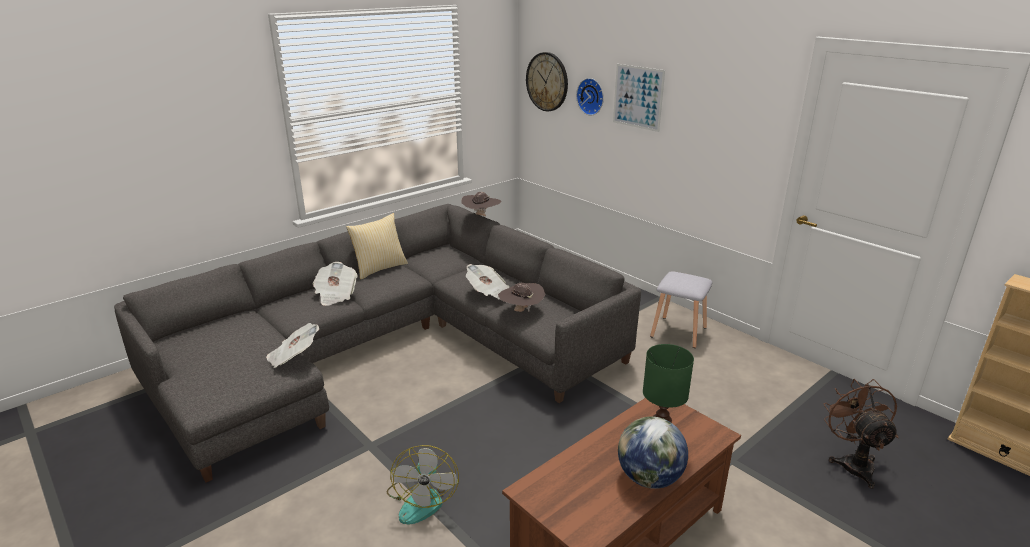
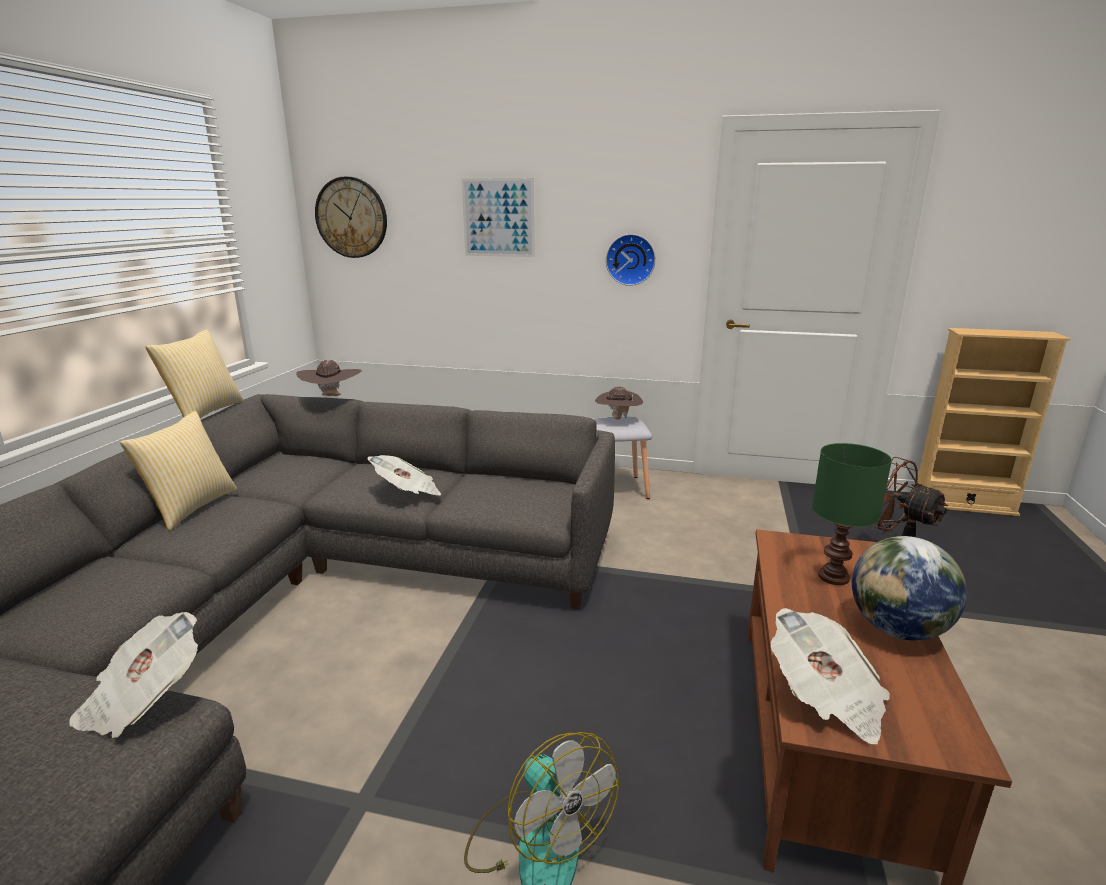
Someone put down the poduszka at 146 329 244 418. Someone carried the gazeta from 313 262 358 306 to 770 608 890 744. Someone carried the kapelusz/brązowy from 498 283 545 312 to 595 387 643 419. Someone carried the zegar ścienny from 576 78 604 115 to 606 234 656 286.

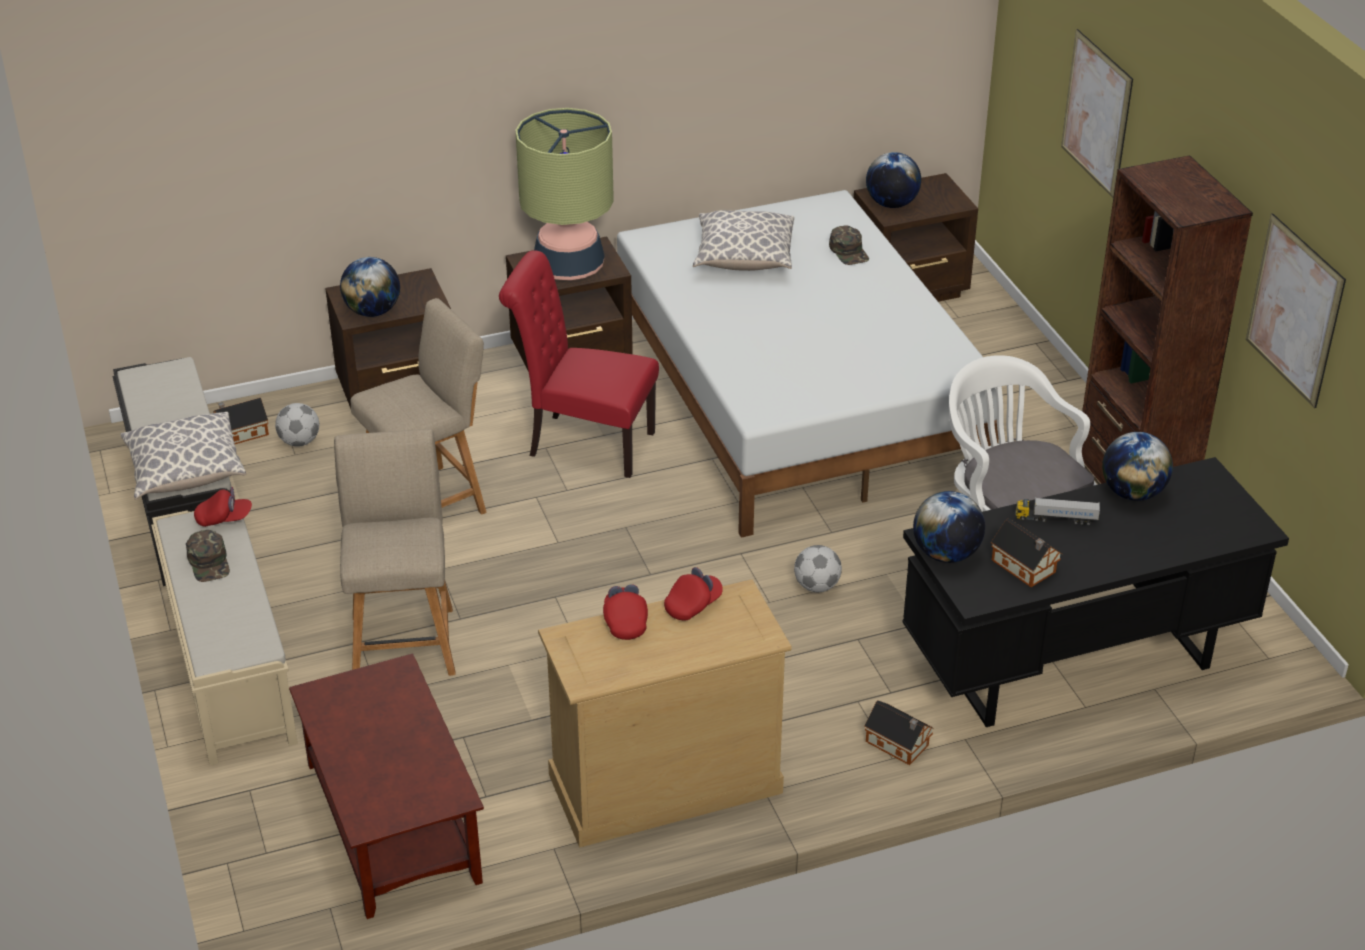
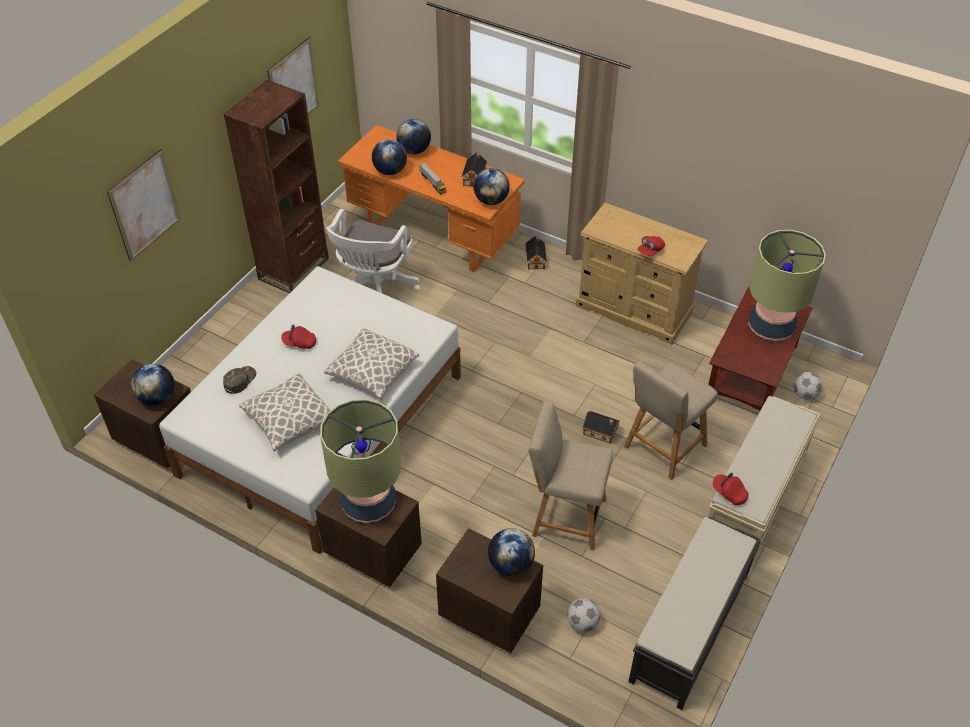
Someone took away the czapka z daszkiem/zielony at 186 530 230 582. Someone took away the krzesło/czerwony at 499 250 659 478. Someone put down the globus at 396 119 431 154. Someone put down the lampa stołowa at 748 230 826 341. Someone carried the poduszka from 121 412 246 500 to 324 328 419 400. Someone carried the domek from 213 398 269 444 to 583 411 620 444. Someone carried the czapka z daszkiem/czerwony from 664 567 723 621 to 281 324 316 349. Someone carried the piłka futbolowa from 794 545 842 592 to 794 372 823 400. Someone repainted the biurko/czarny at 903 457 1289 727, which became the biurko/pomarańczowy at 338 125 525 272.

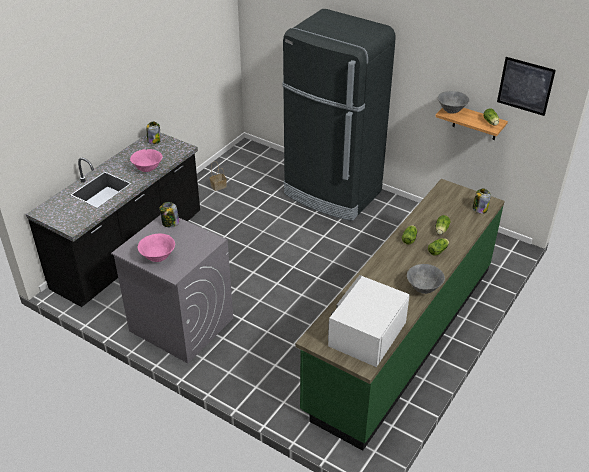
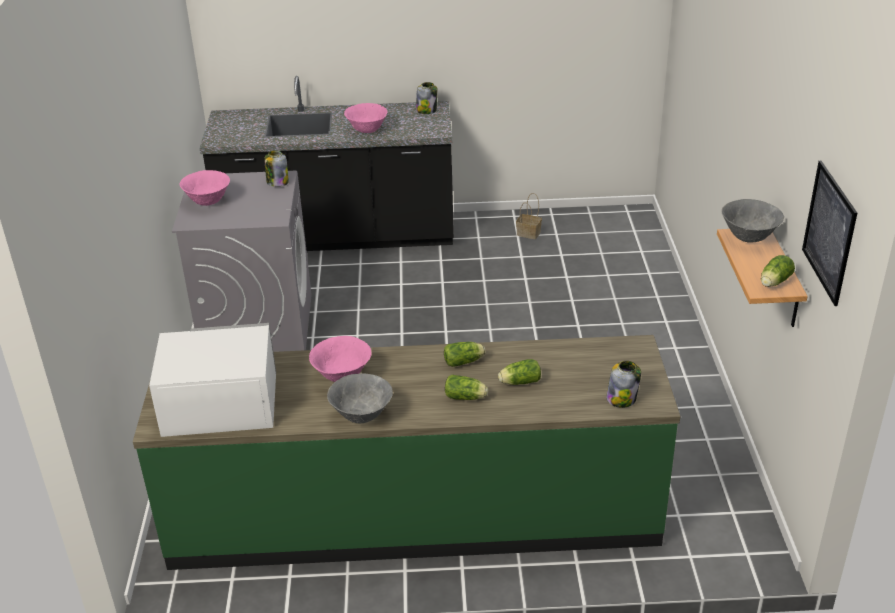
Someone took away the lodówka/czarny at 282 9 396 221. Someone put down the miska/różowy at 309 336 372 382.

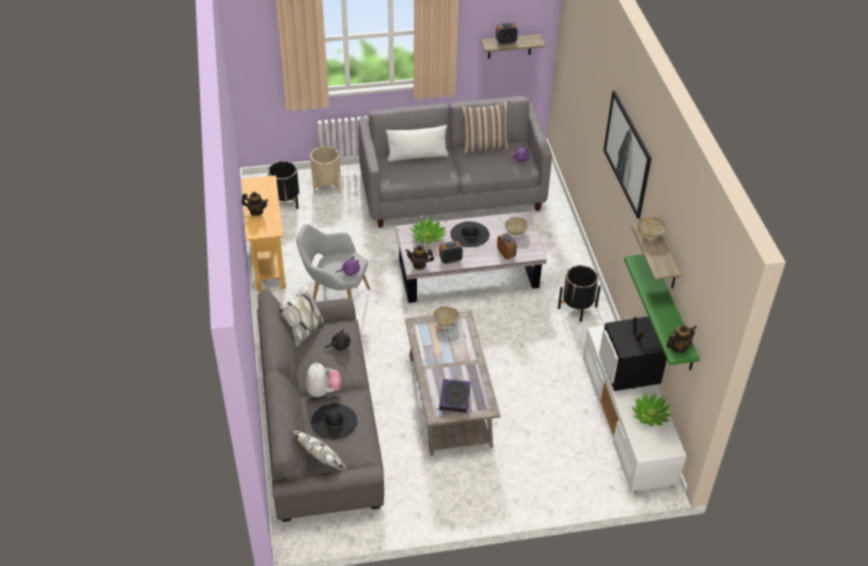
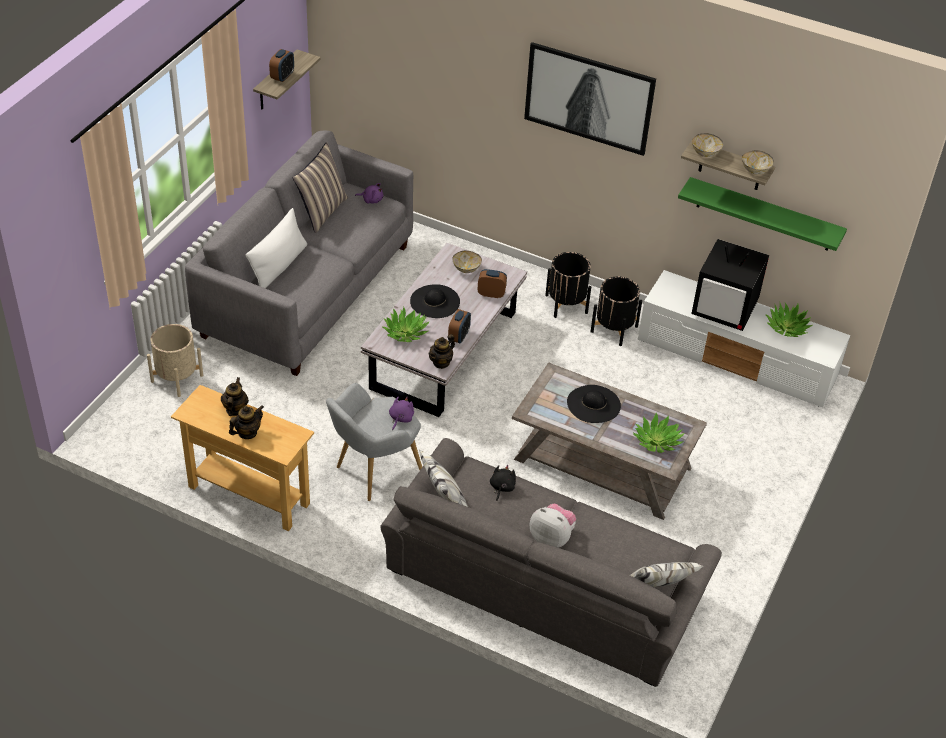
Someone carried the donica/czarny from 268 161 299 209 to 590 277 642 346. Someone carried the kapelusz/czarny from 311 403 357 440 to 567 385 621 423. Someone carried the miska from 434 307 459 327 to 742 150 774 175. Someone carried the imbryk from 666 325 696 353 to 221 377 249 416. Someone swapped the książka at 439 379 470 413 for the roślina doniczkowa at 633 413 685 453.

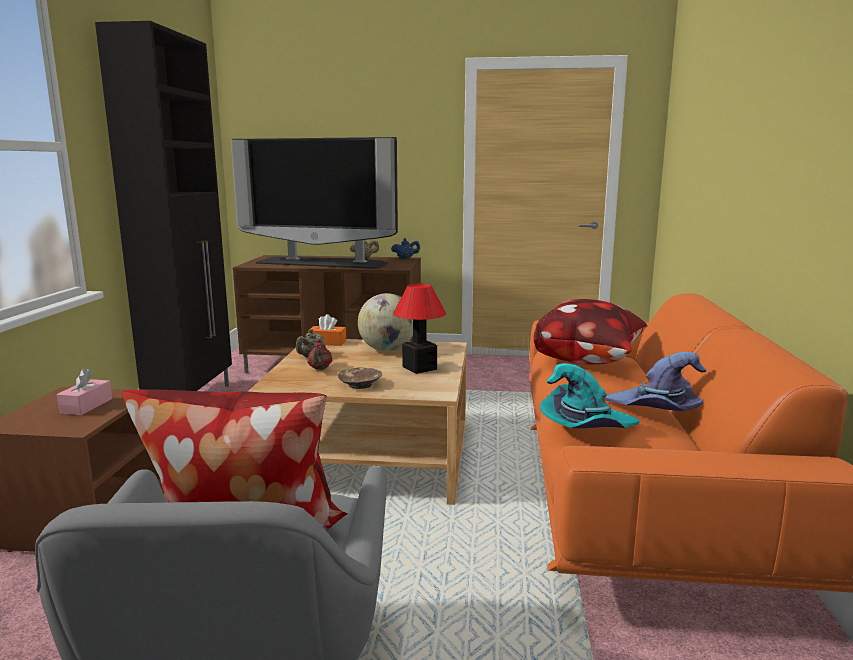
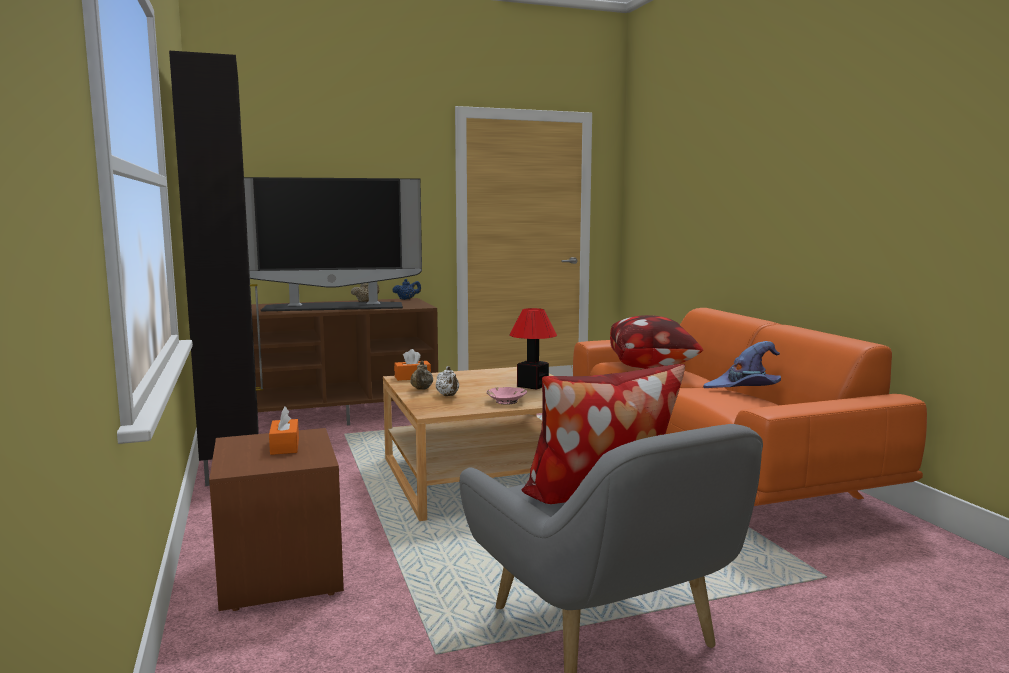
Someone took away the globus at 358 293 413 352. Someone took away the kapelusz/turkusowy at 540 363 639 428. Someone repainted the pudełko chusteczek/różowy at 57 369 112 415, which became the pudełko chusteczek/pomarańczowy at 269 406 299 455. Someone repainted the imbryk/czerwony at 308 339 332 370, which became the imbryk/biały at 436 366 459 396. Someone repainted the miska/brązowy at 338 367 382 389, which became the miska/różowy at 487 387 527 404.

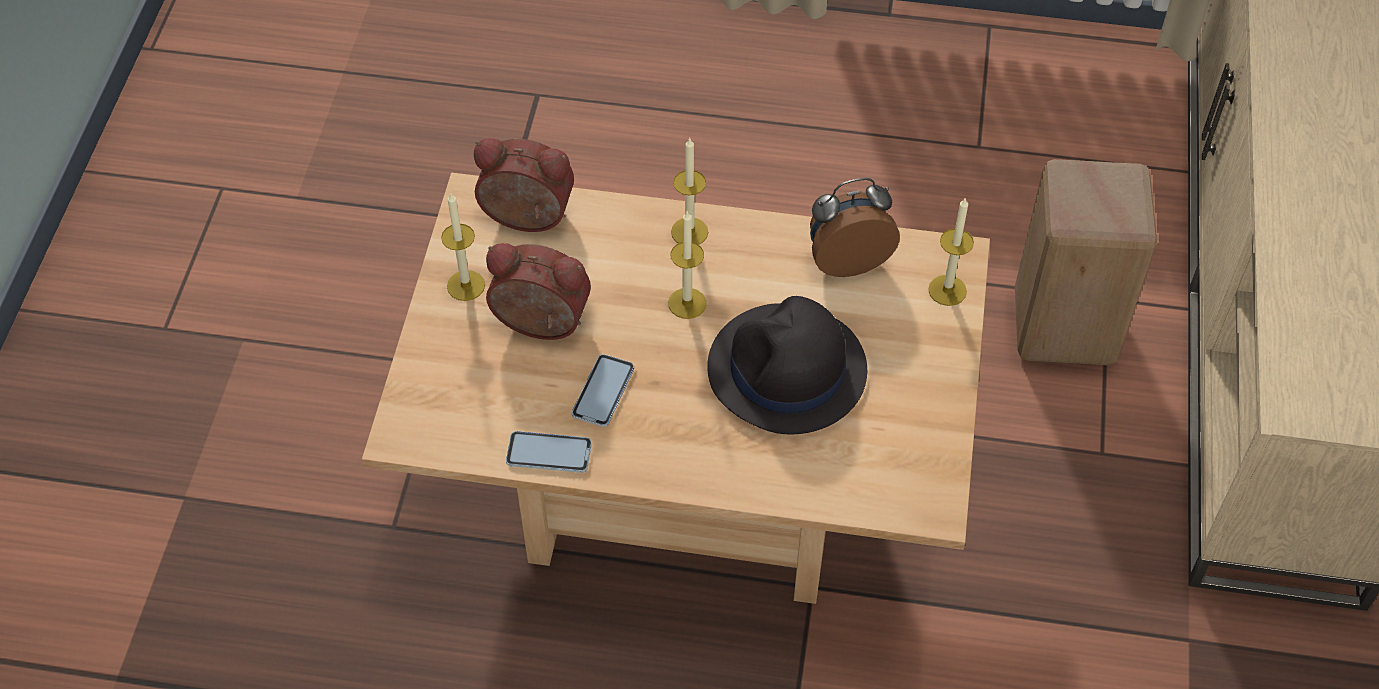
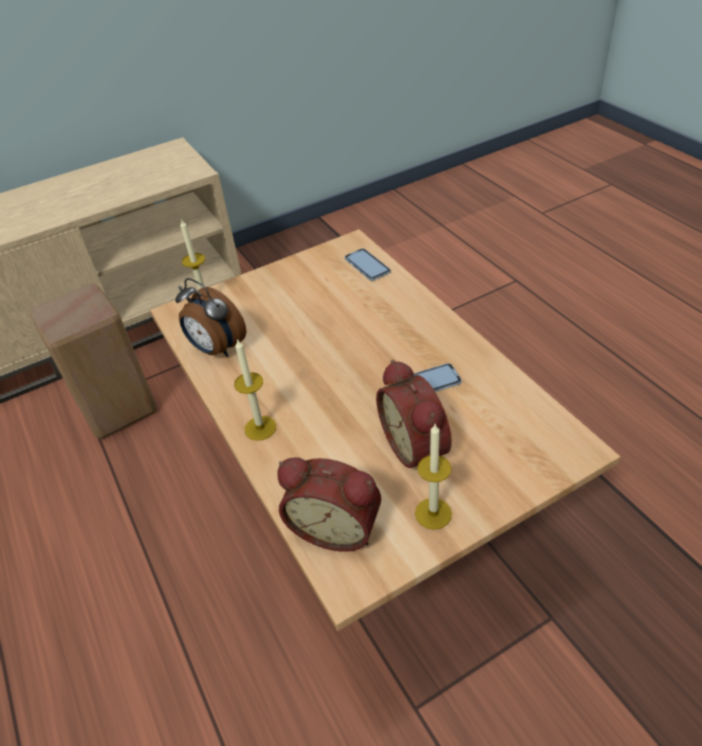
Someone took away the świeca at 668 212 706 319. Someone took away the kapelusz/czarny at 707 296 867 435. Someone carried the telefon from 506 431 592 473 to 345 248 391 281. Someone rotated the budzik at 474 138 574 232 by 45 degrees counterclockwise.

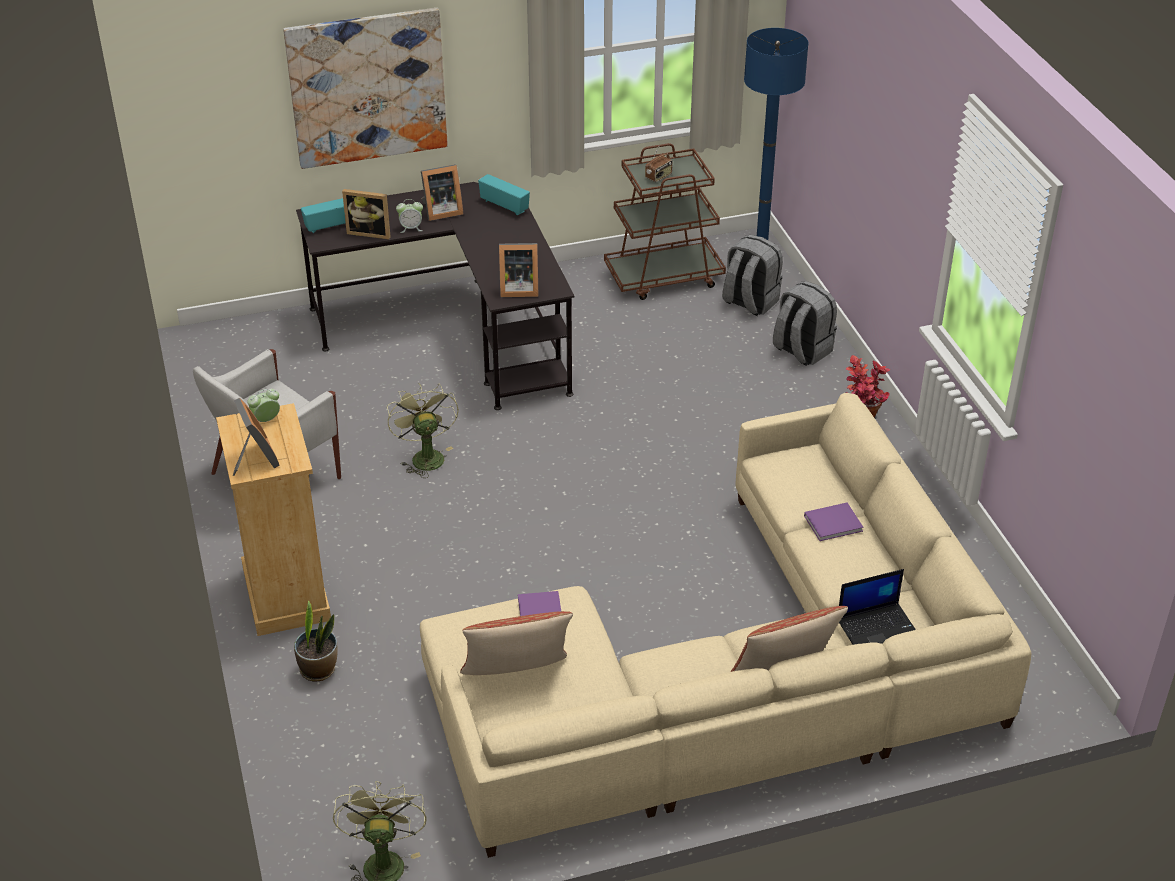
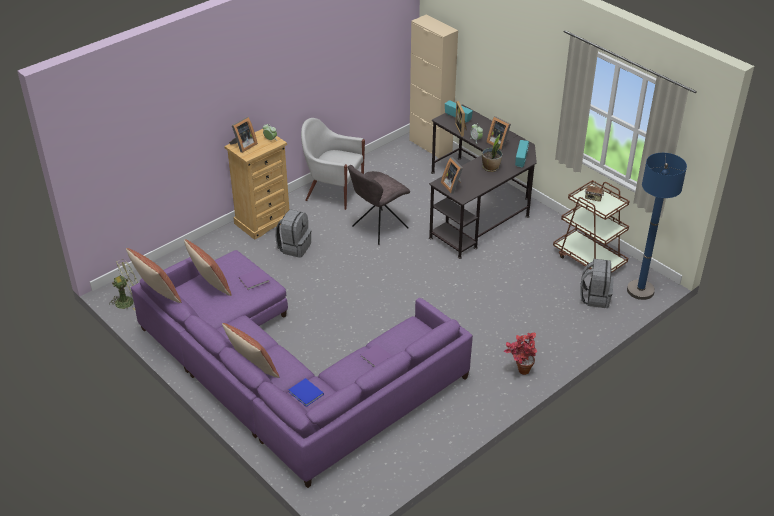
Someone took away the obraz at 283 8 448 169. Someone put down the poduszka at 126 248 182 303. Someone put down the szafka/beżowy at 409 14 458 158. Someone carried the roślina doniczkowa from 294 600 338 681 to 482 134 502 172. Someone carried the plecak/szary from 773 281 837 366 to 275 210 311 258. Someone swapped the wentylator/zielony at 387 383 459 478 for the krzesło/szary at 348 165 410 245. Someone swapped the laptop at 839 569 916 645 for the książka/niebieski at 288 378 324 407. Someone repainted the kanapa/beżowy at 420 393 1031 858, which became the kanapa/fioletowy at 131 250 473 488.

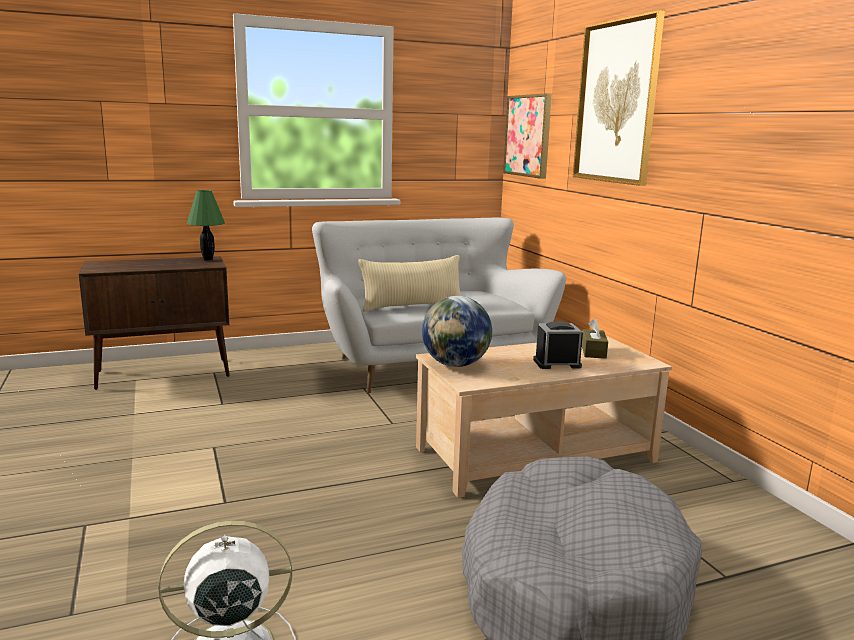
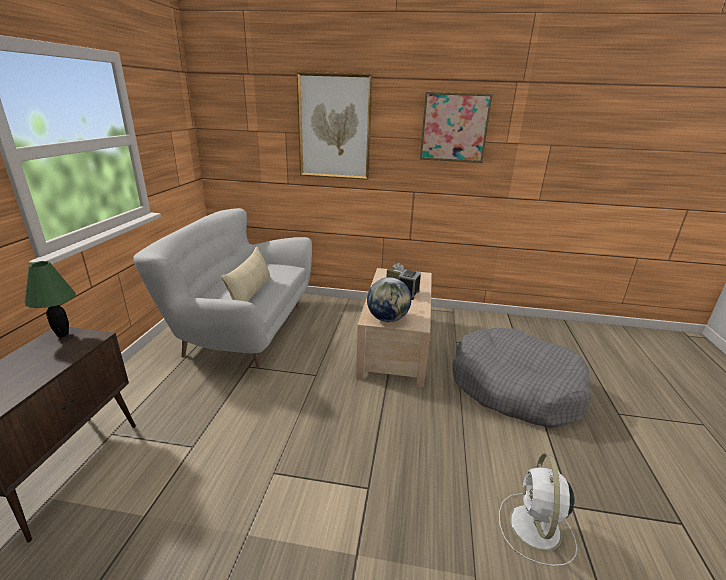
Someone carried the obraz from 503 93 552 179 to 420 92 493 163.

